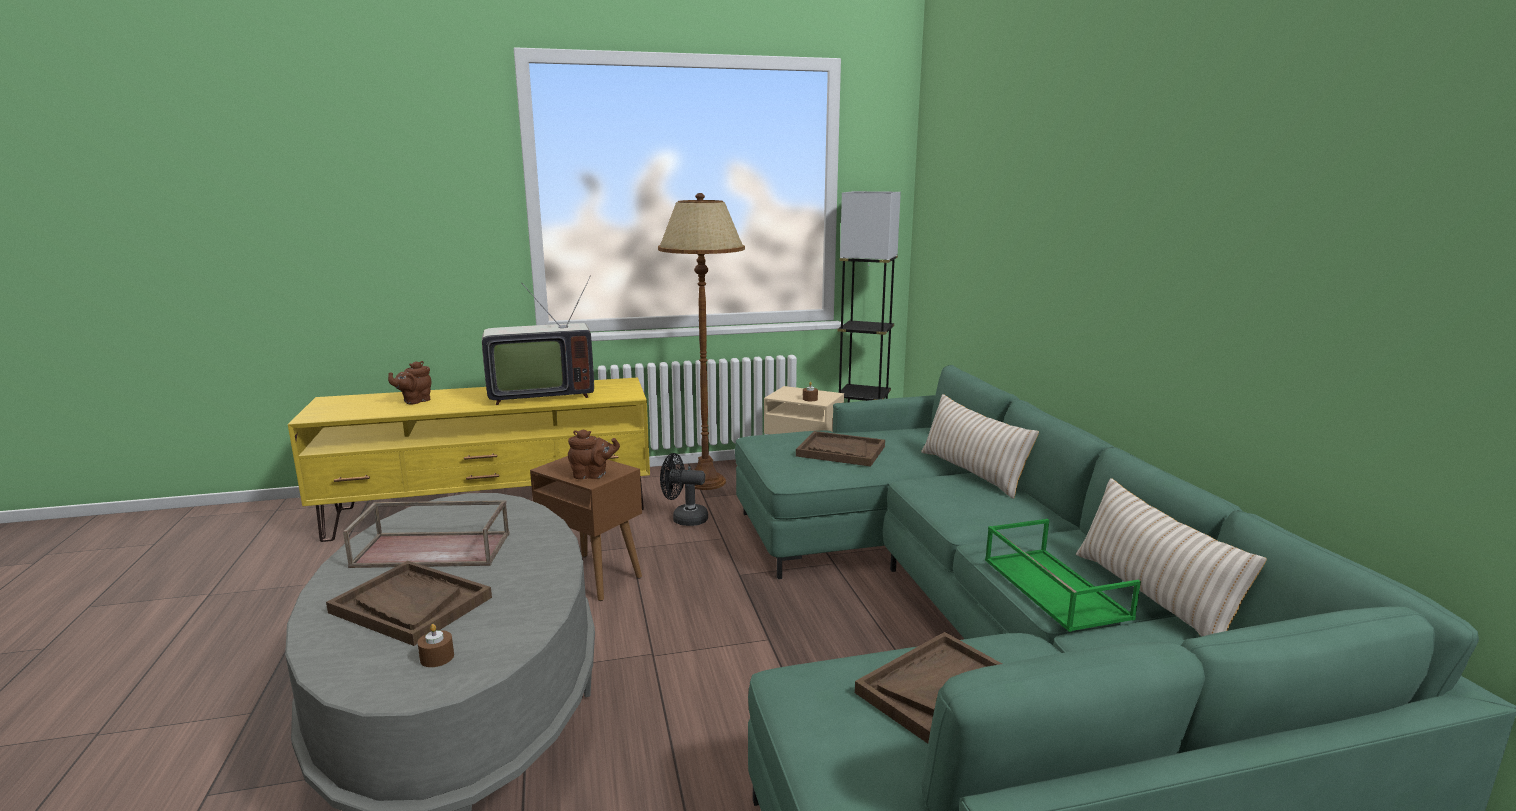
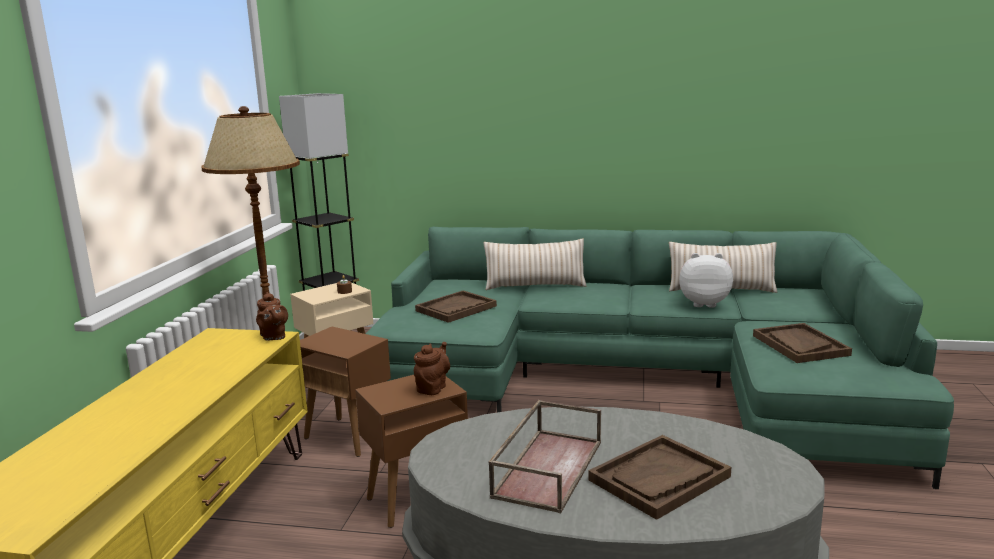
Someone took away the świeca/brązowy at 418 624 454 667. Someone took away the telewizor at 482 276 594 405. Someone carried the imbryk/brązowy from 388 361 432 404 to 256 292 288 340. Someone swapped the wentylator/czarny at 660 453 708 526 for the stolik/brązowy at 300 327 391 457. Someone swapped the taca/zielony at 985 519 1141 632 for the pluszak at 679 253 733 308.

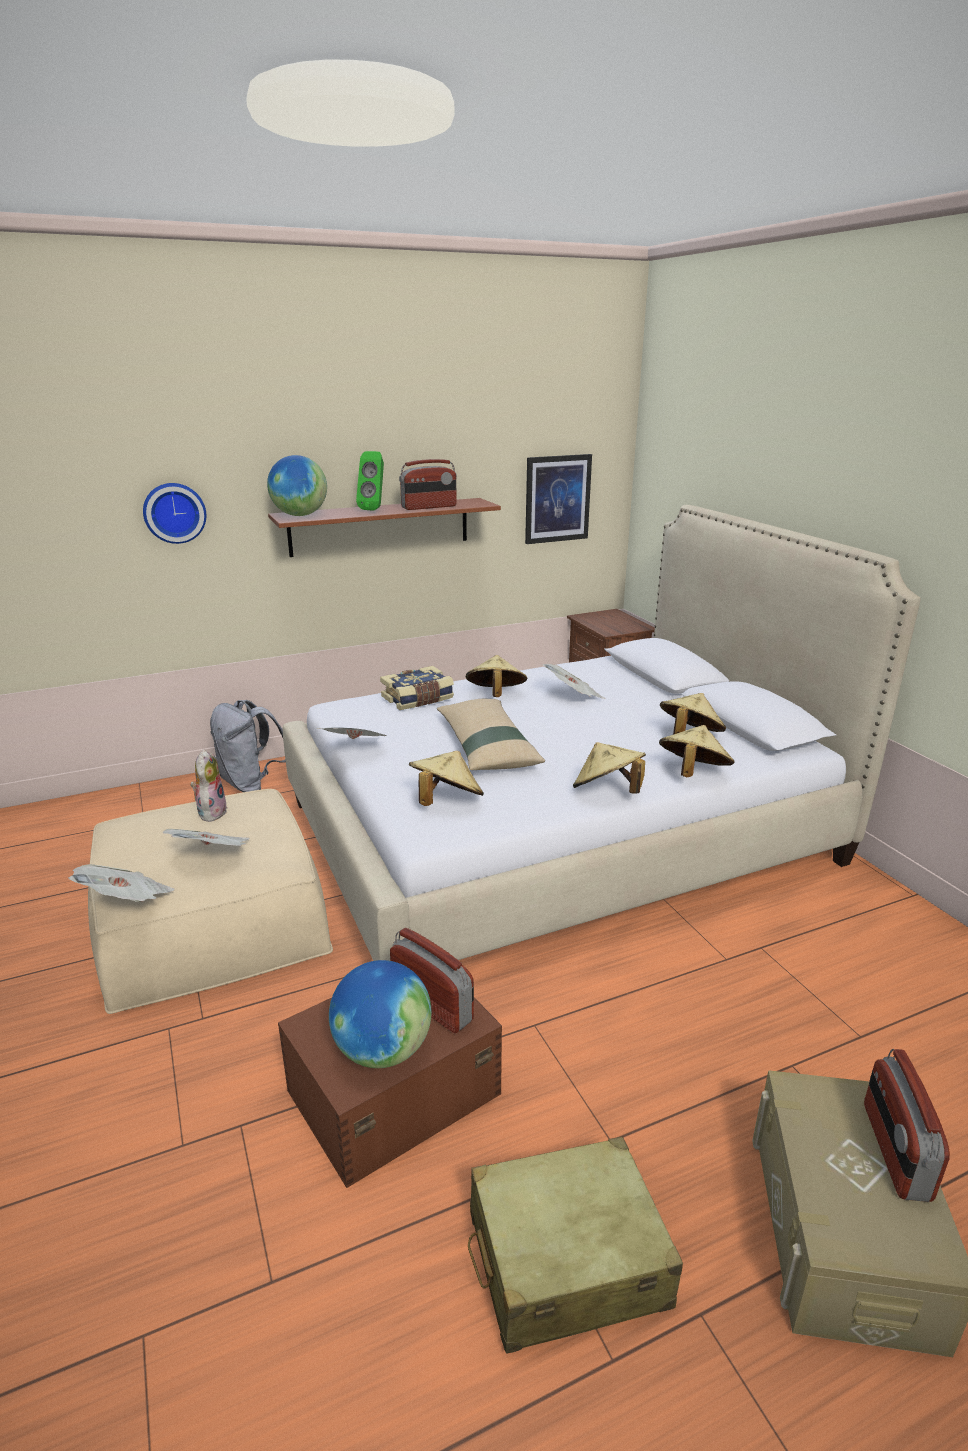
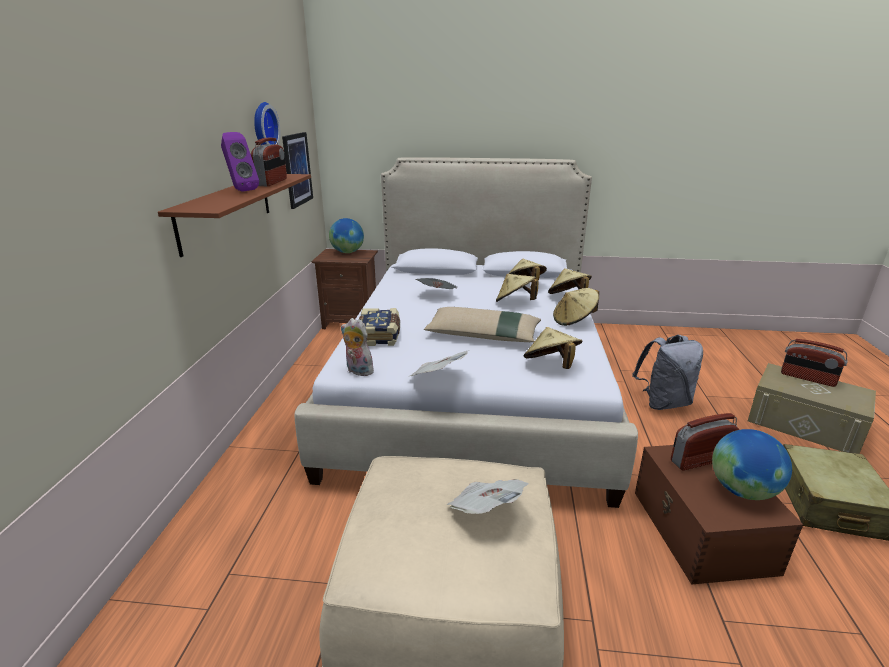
Someone took away the gazeta at 68 864 174 902. Someone carried the zegar ścienny from 143 483 206 544 to 254 102 280 145. Someone carried the pluszak from 190 749 228 822 to 341 318 374 376. Someone carried the plecak/szary from 210 700 286 792 to 632 335 703 410. Someone carried the globus from 267 455 327 516 to 329 218 364 253. Someone carried the kapelusz/beżowy from 466 655 527 697 to 496 274 539 302. Someone repainted the głośnik/zielony at 356 451 384 510, which became the głośnik/fioletowy at 221 132 259 192.

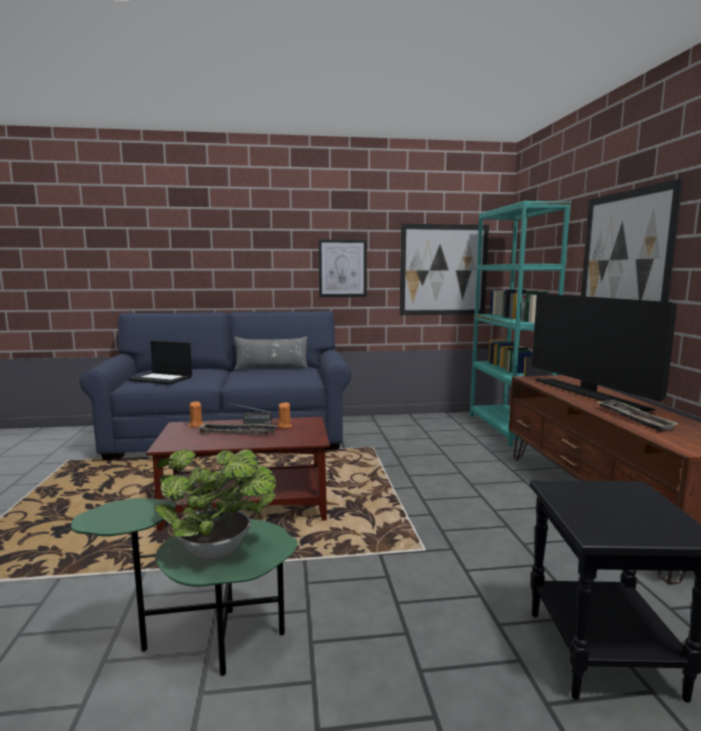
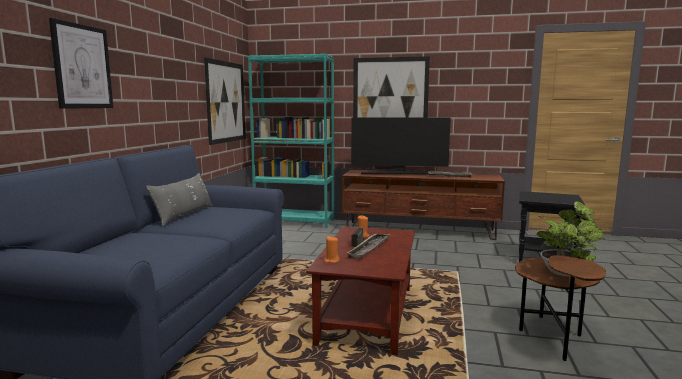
Someone took away the laptop at 129 341 192 385. Someone carried the obraz from 319 239 367 297 to 49 18 113 109. Someone repainted the stolik/zielony at 71 498 298 676, which became the stolik/brązowy at 515 255 606 361.

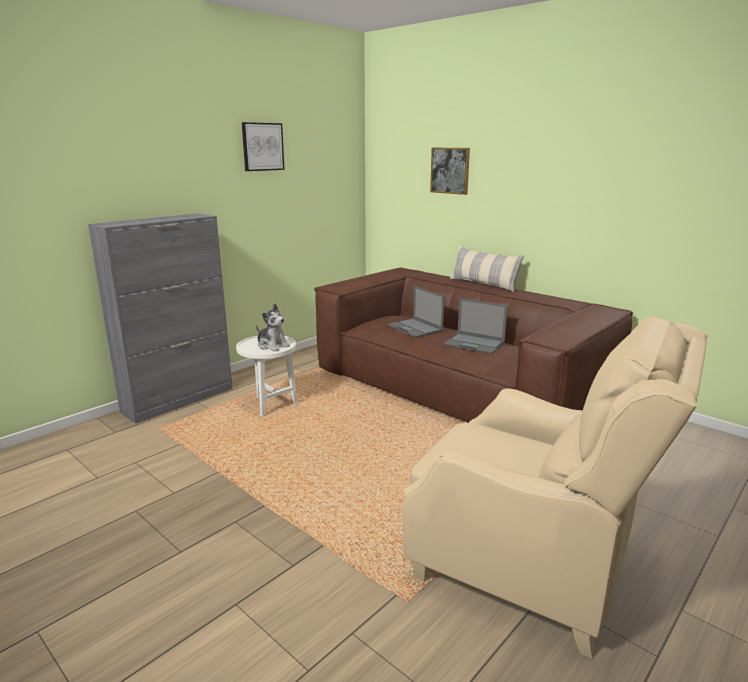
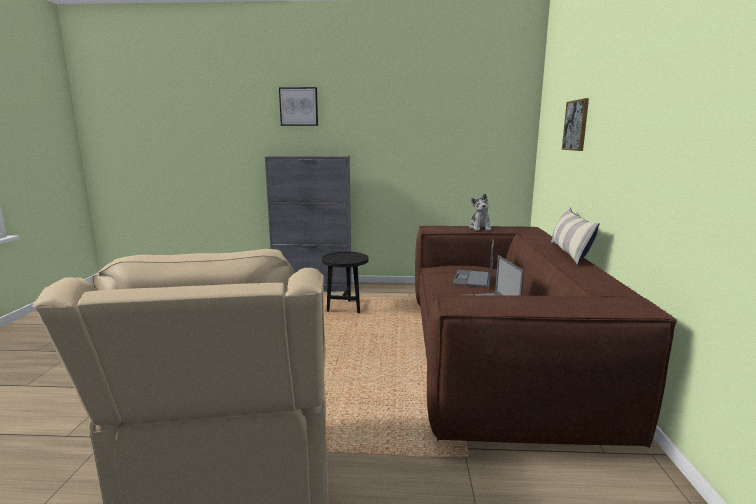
Someone carried the obraz from 241 122 285 171 to 279 87 318 126. Someone carried the pluszak from 256 304 290 352 to 469 194 491 231. Someone repainted the stolik/biały at 236 336 297 417, which became the stolik/czarny at 322 252 369 313.

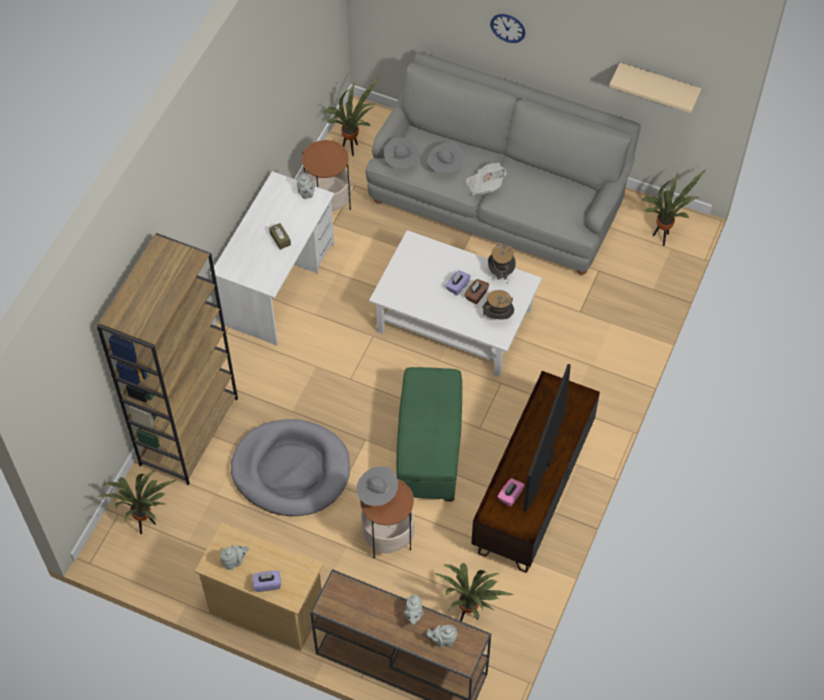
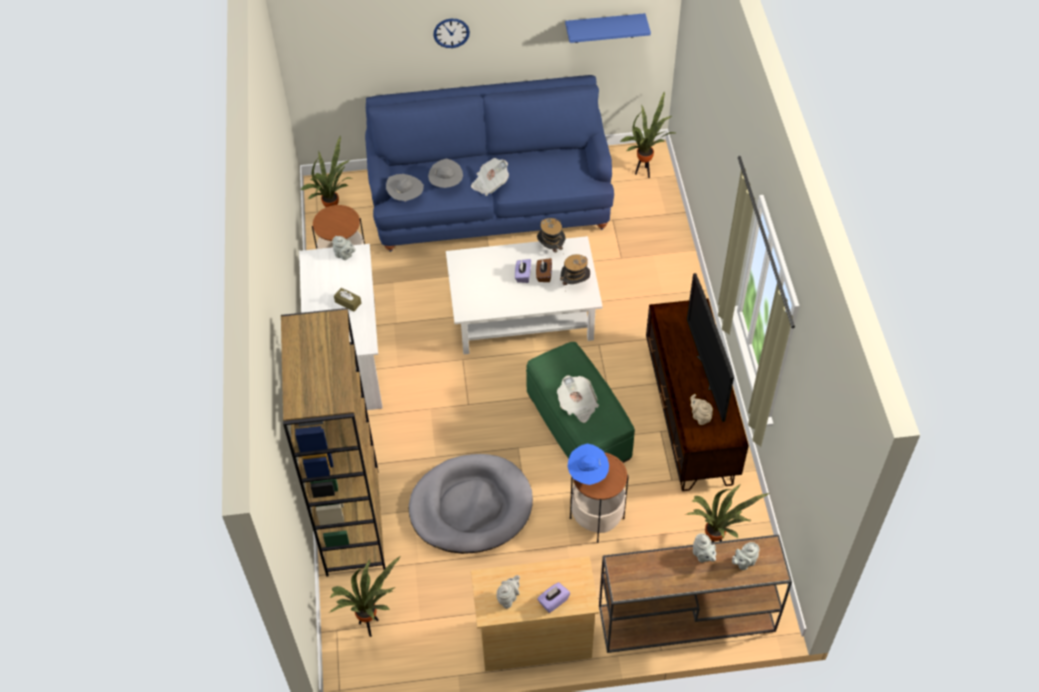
Someone put down the gazeta at 557 375 599 423. Someone swapped the pudełko chusteczek/różowy at 498 478 525 507 for the imbryk/beżowy at 690 394 713 425. Someone repainted the kapelusz/szary at 356 466 398 506, which became the kapelusz/niebieski at 567 444 609 485. Someone repainted the kanapa/szary at 366 52 641 276, which became the kanapa/niebieski at 365 75 614 252. Someone repainted the półka/beżowy at 609 63 702 113, which became the półka/niebieski at 565 13 651 43.

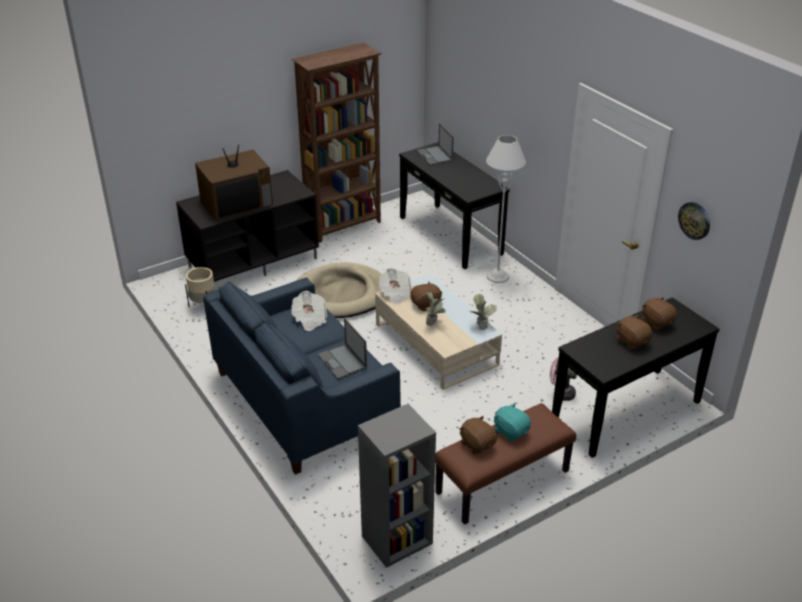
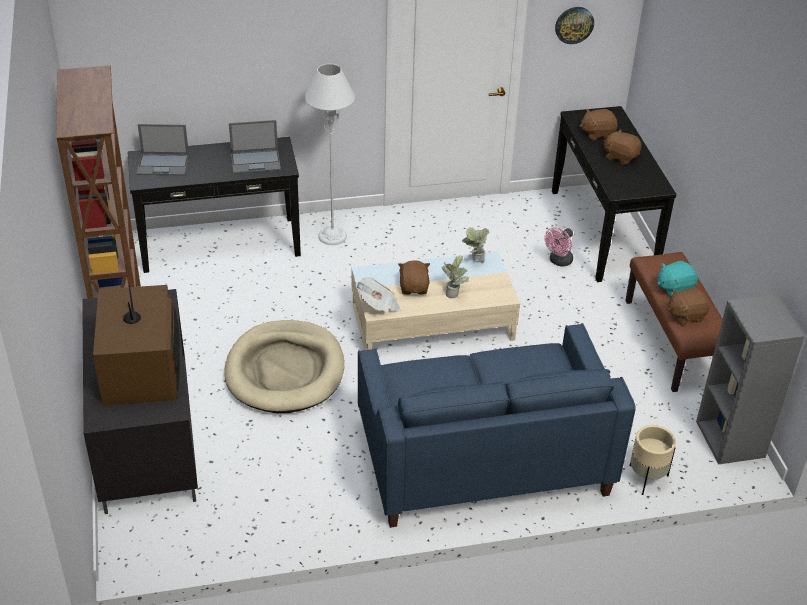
Someone took away the gazeta at 291 291 327 331. Someone carried the donica/beżowy from 185 267 215 307 to 630 425 676 495. Someone carried the laptop from 317 318 367 379 to 229 120 281 174. Someone rotated the pluszak/brązowy at 616 315 652 350 by 45 degrees clockwise.

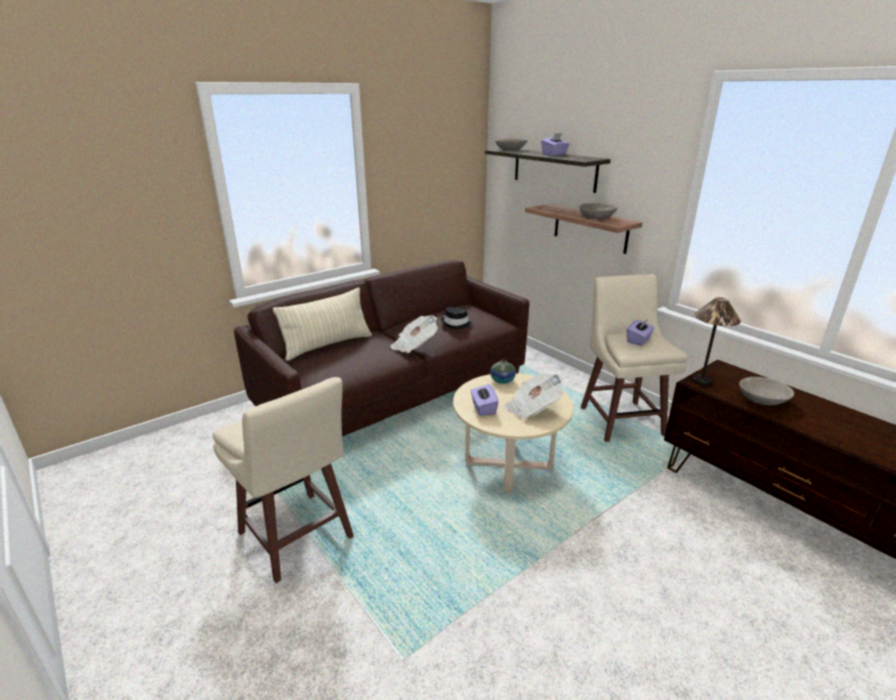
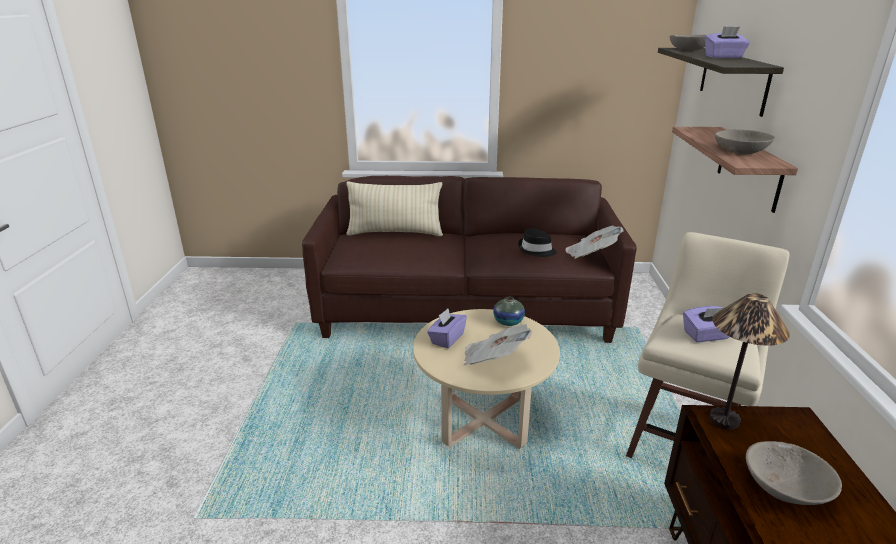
Someone took away the stołek/beżowy at 212 377 354 583. Someone carried the gazeta from 391 315 438 353 to 565 225 624 259.

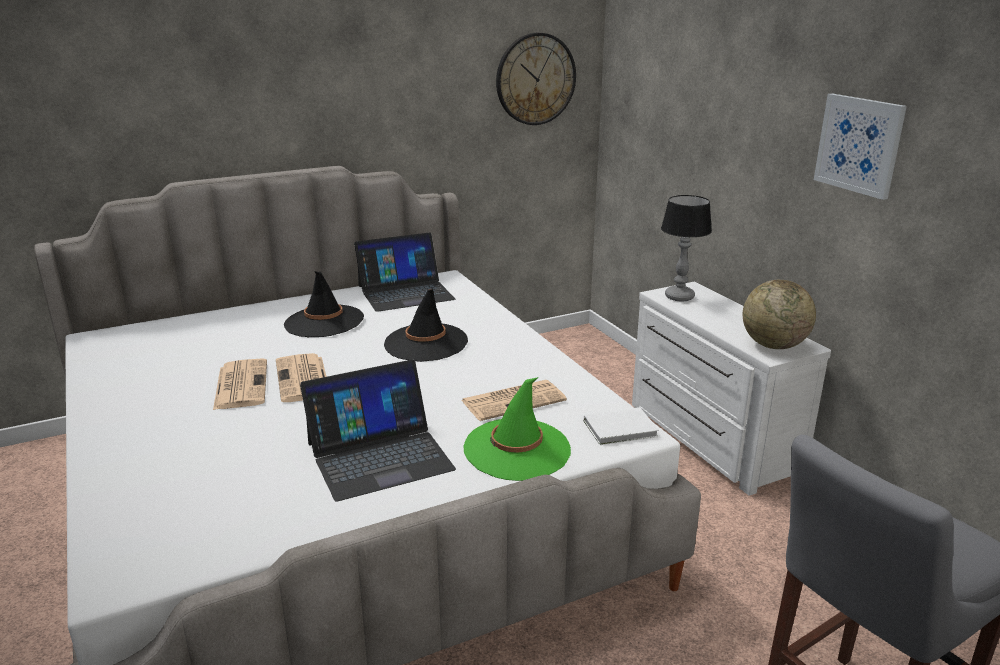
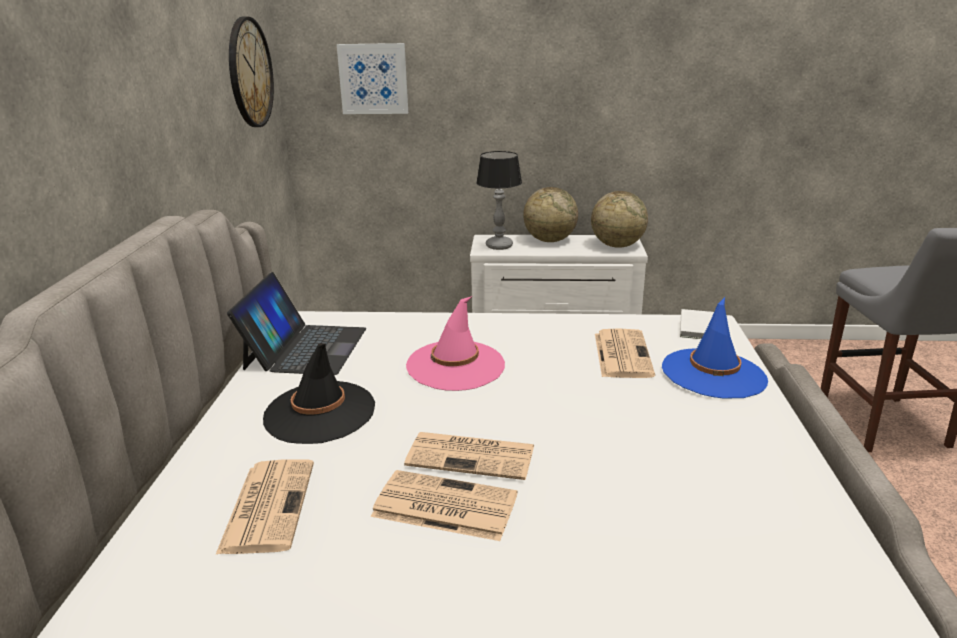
Someone took away the laptop at 300 360 456 502. Someone put down the gazeta at 216 459 314 554. Someone put down the globus at 523 187 578 242. Someone carried the obraz from 814 94 907 200 to 337 43 408 114. Someone repainted the kapelusz/czarny at 384 289 468 362, which became the kapelusz/różowy at 406 296 505 391. Someone repainted the kapelusz/zielony at 463 377 571 481, which became the kapelusz/niebieski at 662 297 768 398.

